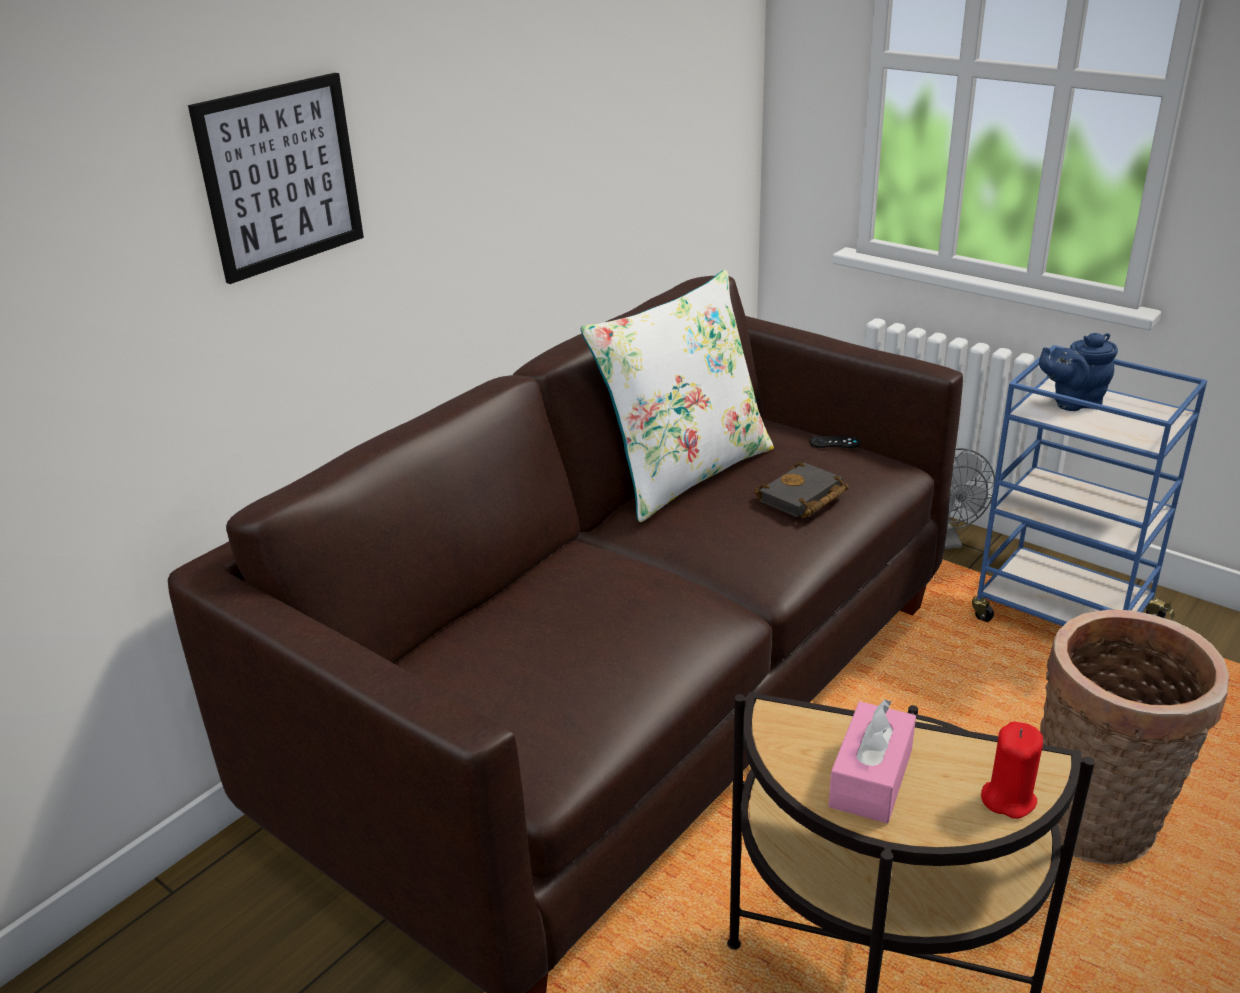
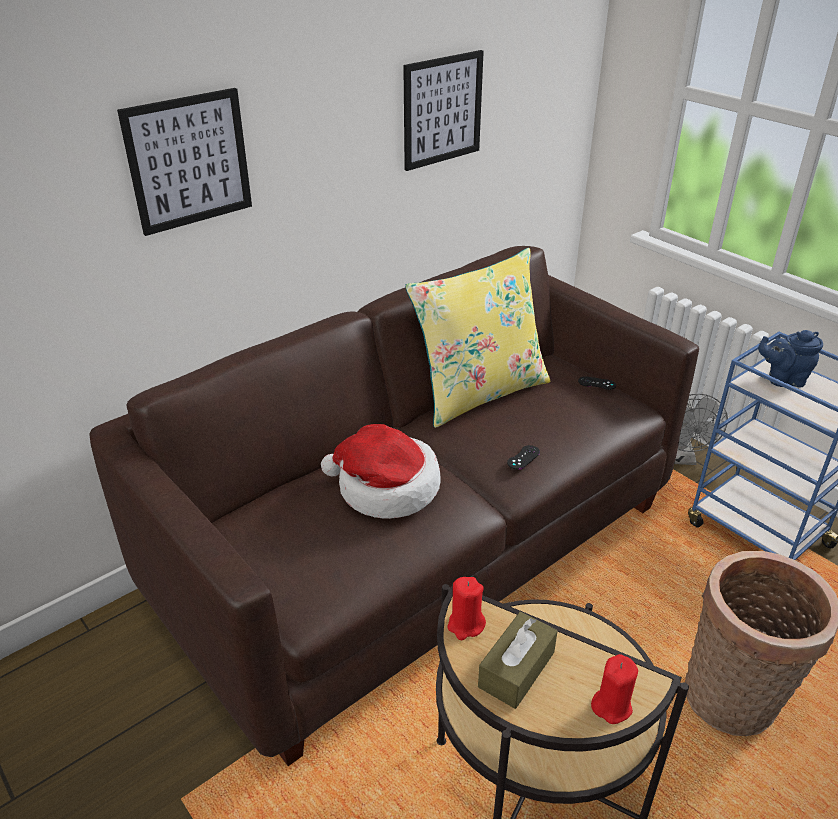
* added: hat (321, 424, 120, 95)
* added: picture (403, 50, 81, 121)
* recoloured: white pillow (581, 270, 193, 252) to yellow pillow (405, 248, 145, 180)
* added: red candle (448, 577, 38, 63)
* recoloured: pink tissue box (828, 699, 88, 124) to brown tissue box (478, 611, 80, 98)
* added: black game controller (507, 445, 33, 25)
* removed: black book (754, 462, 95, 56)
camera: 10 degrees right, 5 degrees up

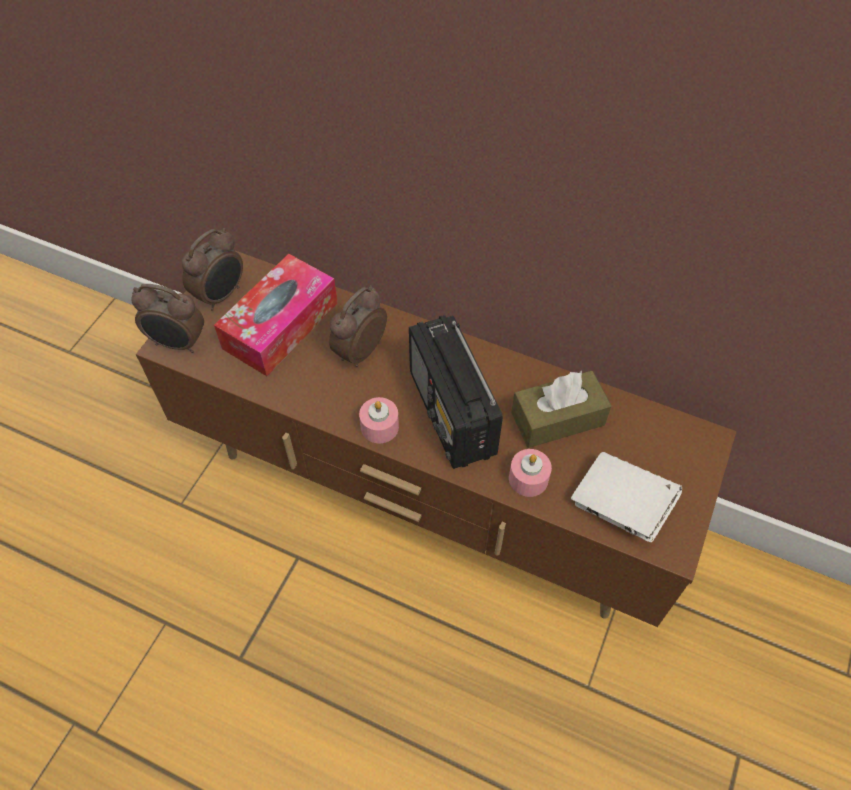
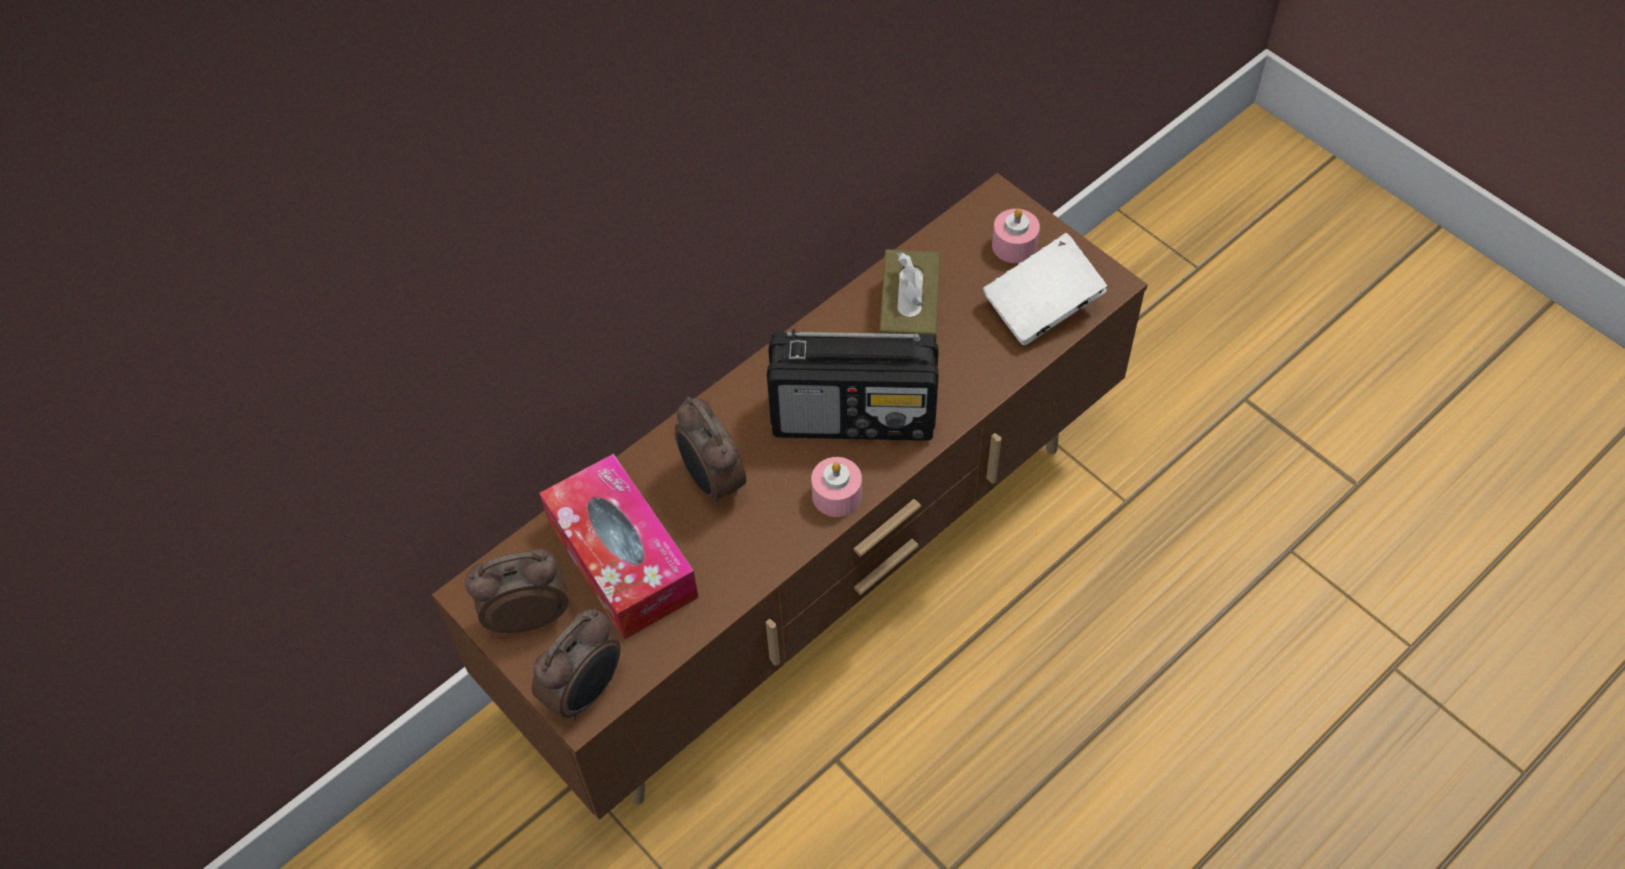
* turned: alarm clock (182, 228, 61, 82) = (465, 549, 104, 86) 75 degrees counterclockwise
* moved: pink candle (509, 449, 43, 48) to (992, 209, 48, 54)
camera: 65 degrees left, 0 degrees up

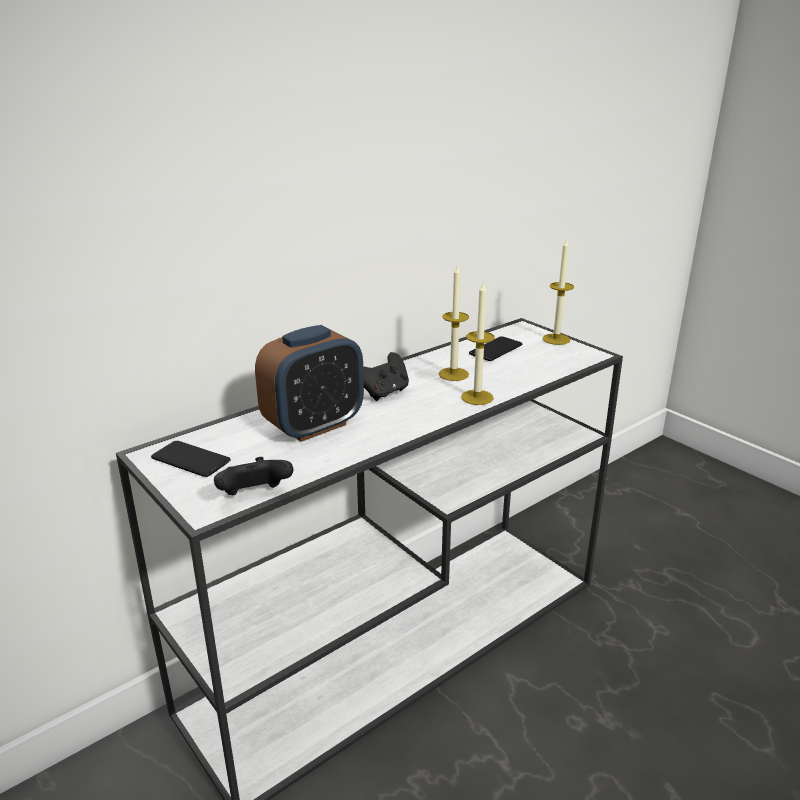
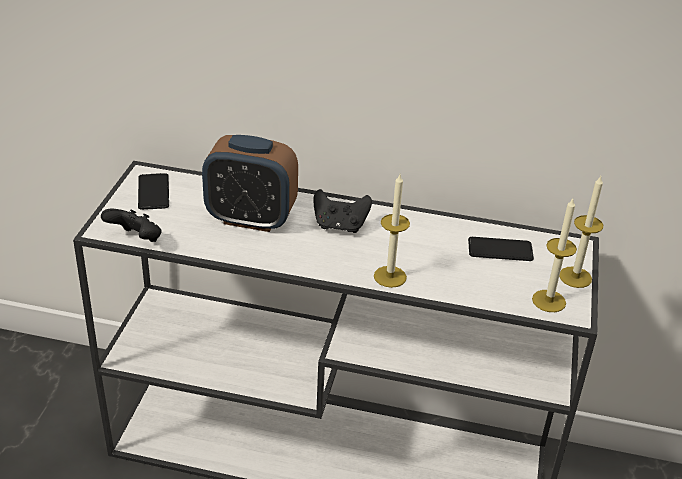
* moved: candle (439, 264, 30, 117) to (532, 199, 45, 113)
camera: 50 degrees right, 10 degrees up

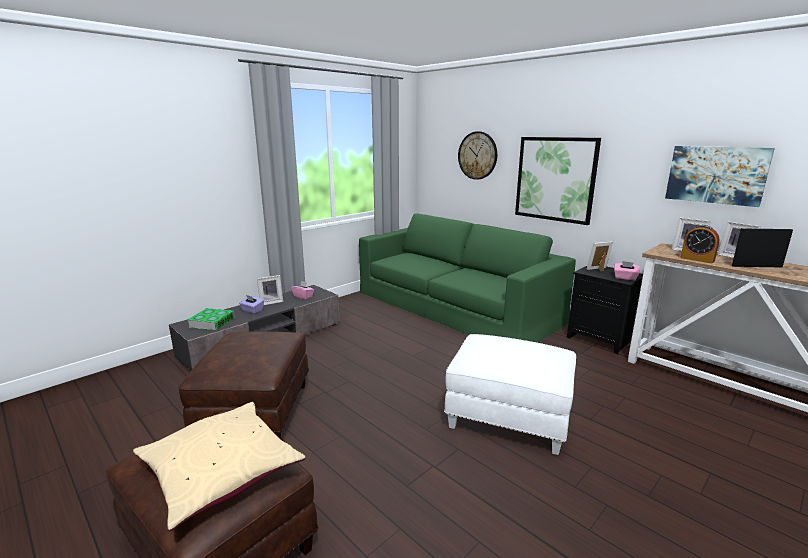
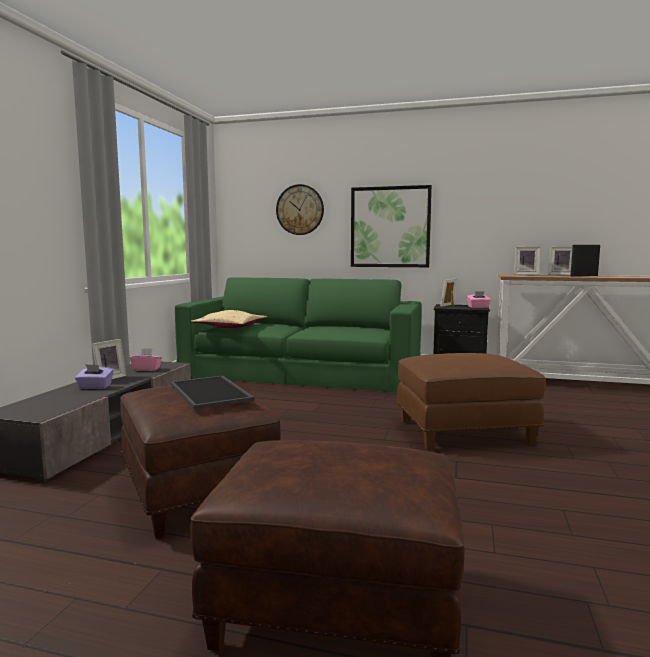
* added: tray (171, 376, 83, 33)
* moved: beige pillow (133, 402, 172, 129) to (191, 310, 76, 18)
* recoloured: white ottoman (444, 334, 132, 121) to brown ottoman (397, 353, 149, 97)
* removed: book (188, 308, 47, 22)
* removed: picture (665, 146, 110, 61)
* removed: alarm clock (680, 225, 39, 39)
camera: 30 degrees left, 10 degrees down

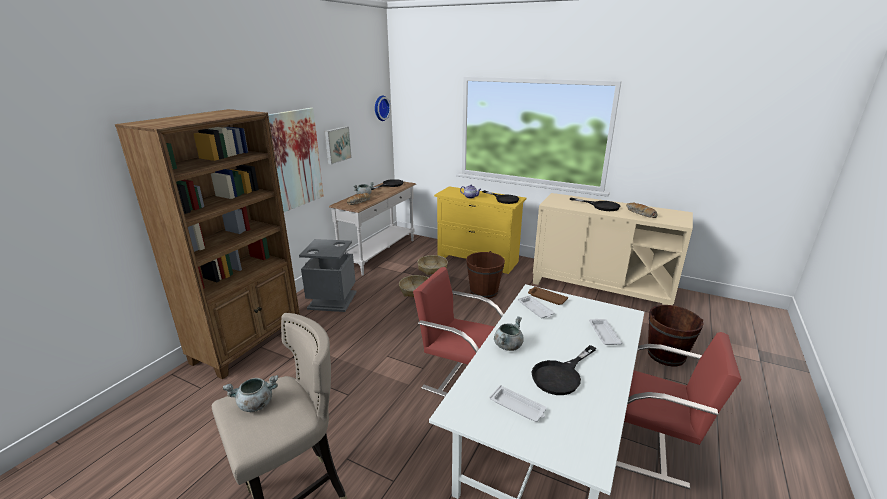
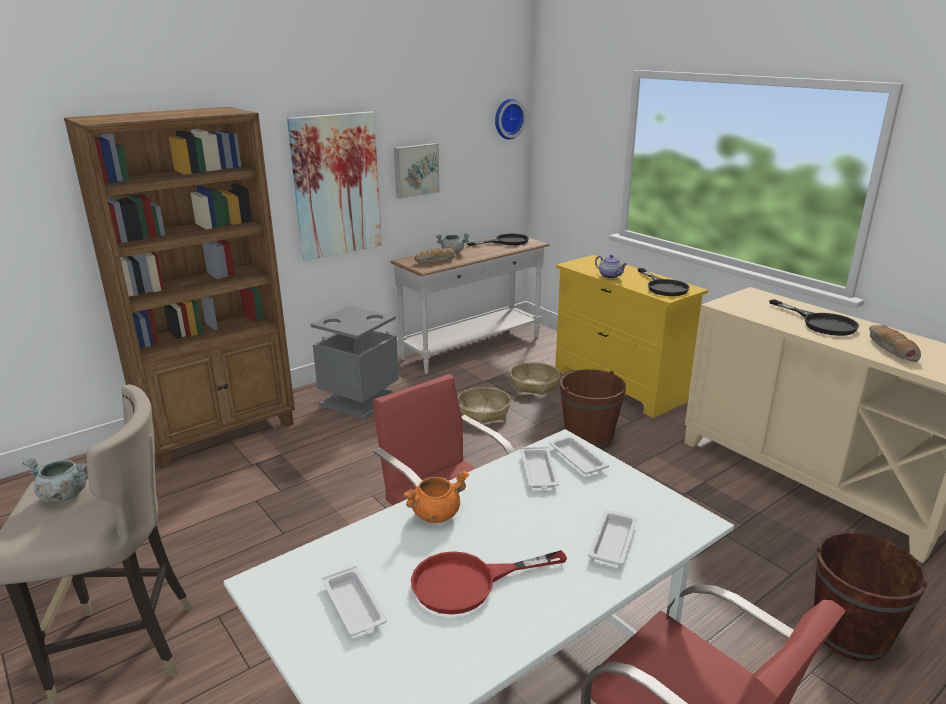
* recoloured: grey cooking pot (494, 316, 30, 35) to orange cooking pot (403, 471, 66, 52)
* recoloured: black frying pan (531, 345, 65, 50) to red frying pan (411, 550, 156, 65)
* recoloured: brown tray (528, 287, 40, 18) to white tray (549, 436, 60, 38)
camera: 25 degrees right, 0 degrees up

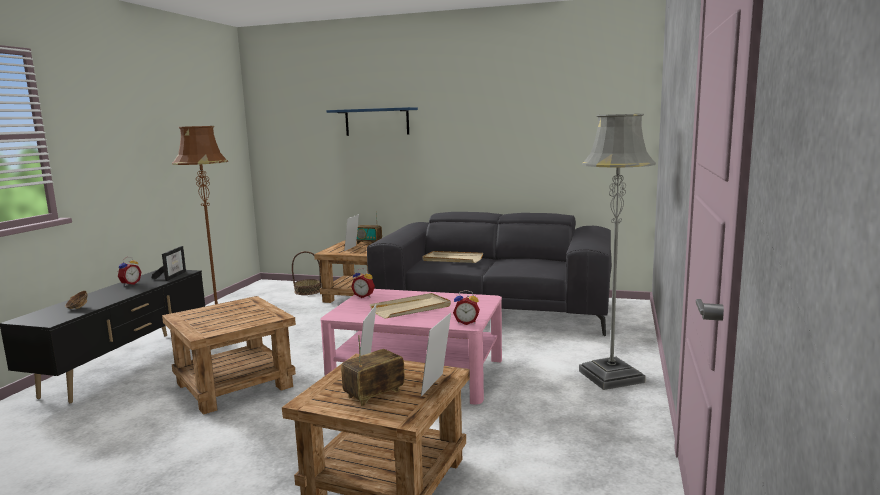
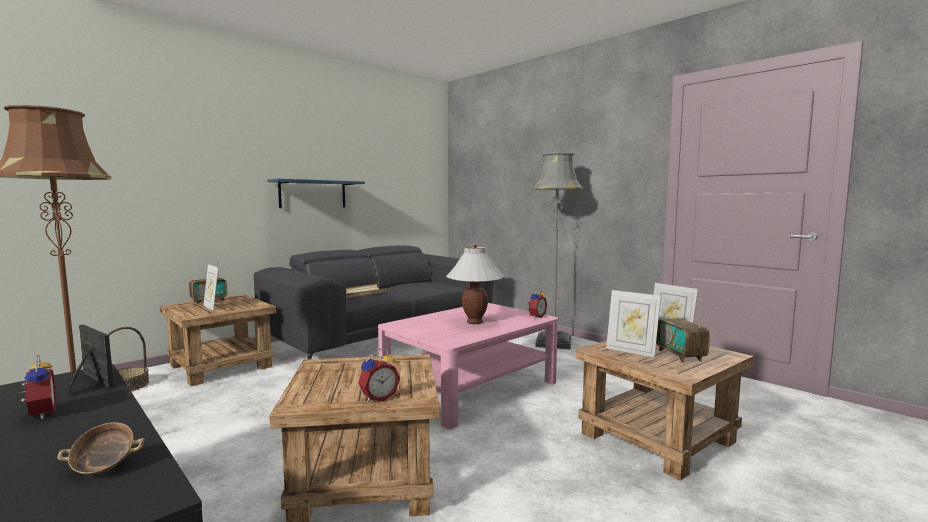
* moved: blue shelf (326, 107, 92, 29) to (267, 179, 98, 29)
* moved: alarm clock (351, 268, 24, 30) to (358, 349, 42, 53)
* replaced: beige tray (370, 293, 81, 26) to white table lamp (446, 245, 58, 79)
camera: 60 degrees left, 5 degrees down

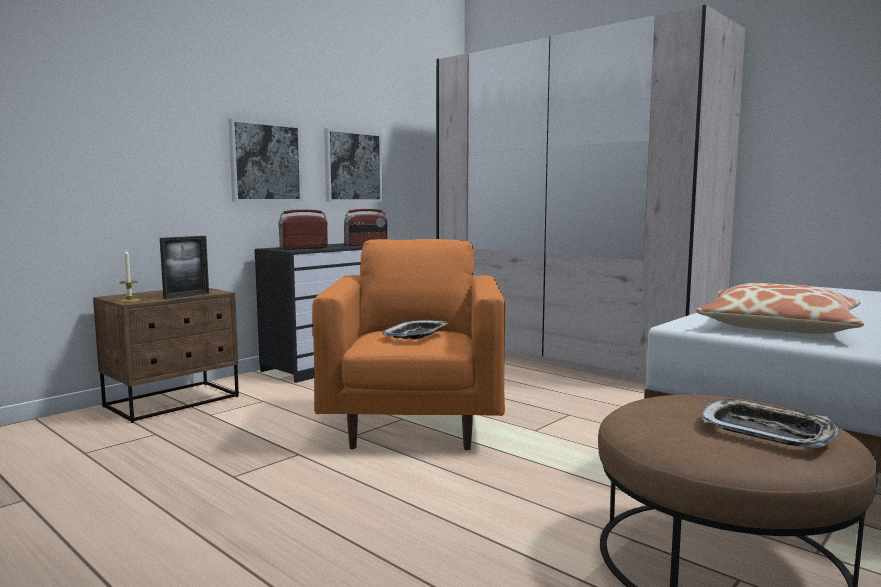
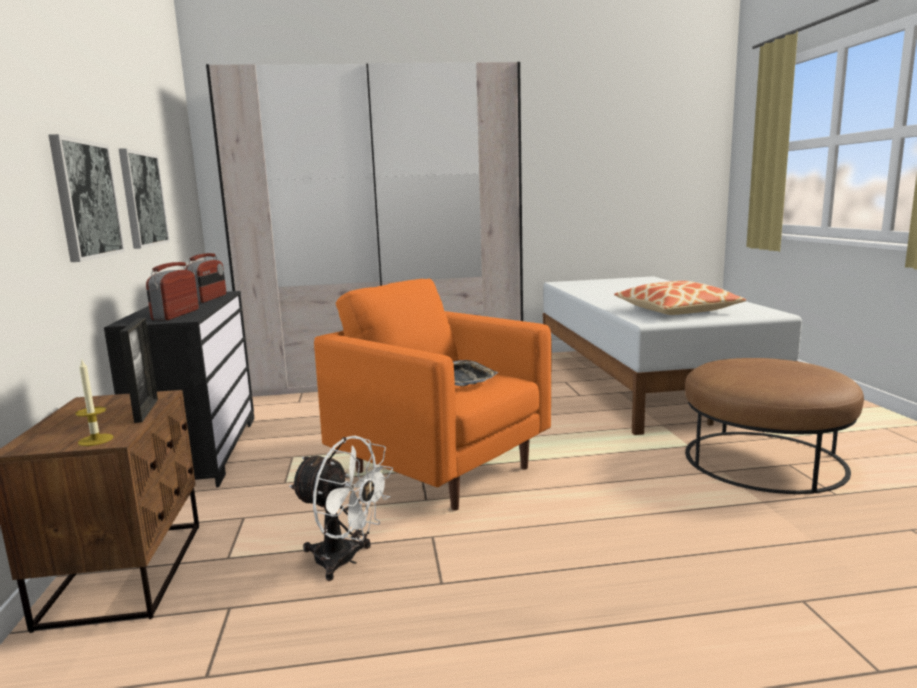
* added: white fan (289, 436, 104, 145)
* removed: tray (702, 399, 136, 49)
camera: 50 degrees left, 5 degrees up

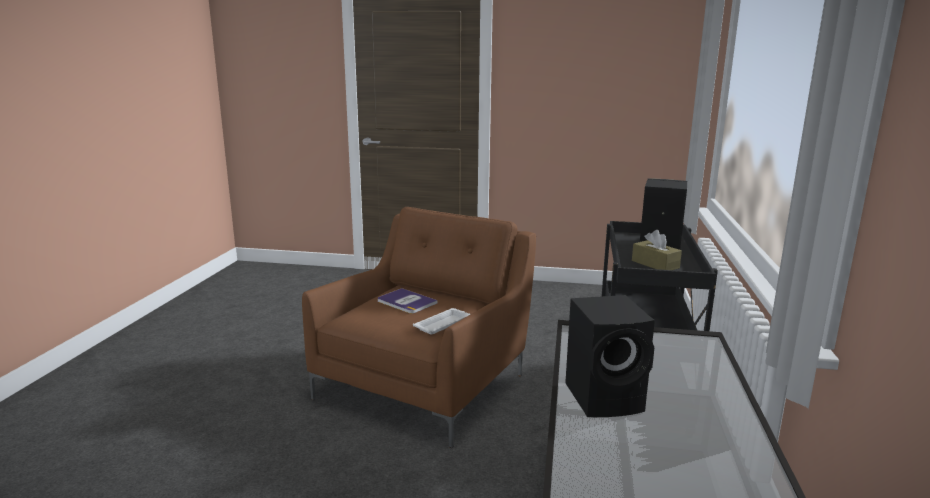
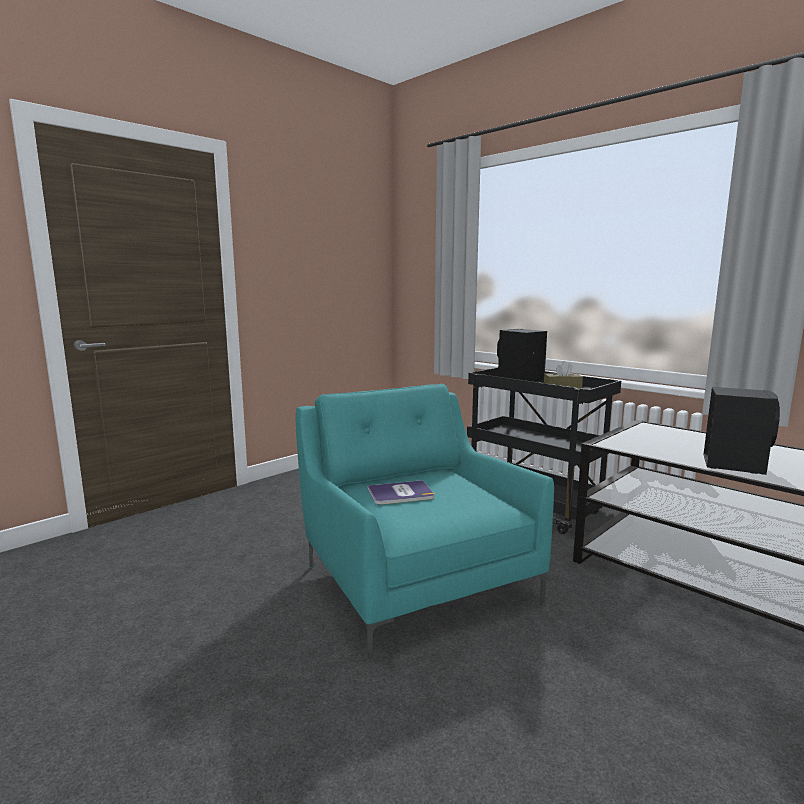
* recoloured: brown armchair (302, 207, 234, 241) to turquoise armchair (296, 384, 258, 278)
* removed: white tray (413, 308, 57, 26)
camera: 55 degrees left, 5 degrees down

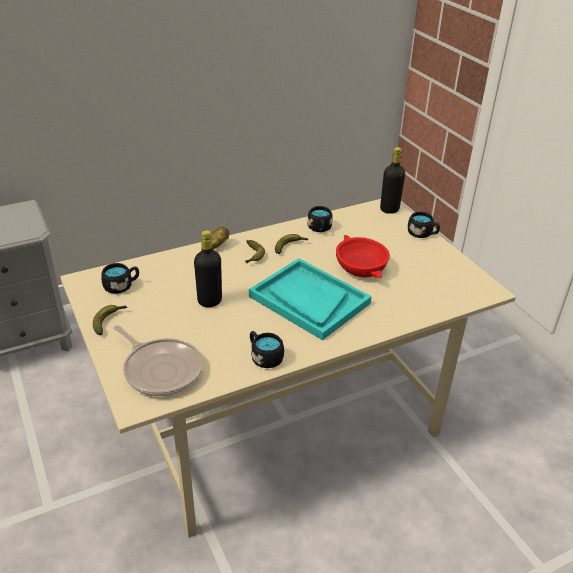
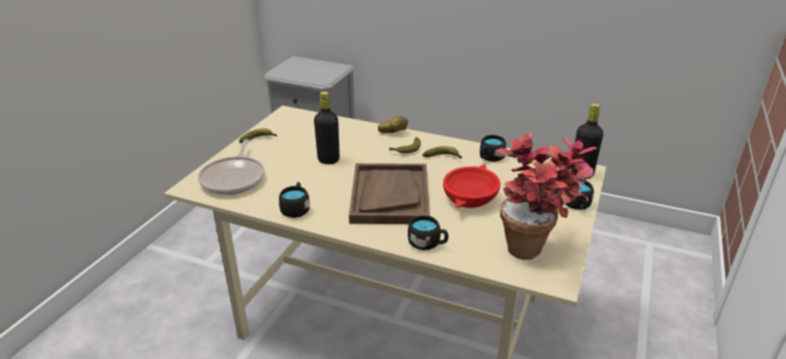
* recoloured: turquoise tray (249, 258, 123, 82) to brown tray (349, 163, 81, 61)
* moved: black mug (101, 263, 38, 31) to (408, 215, 40, 35)
* added: potted plant (497, 132, 100, 128)
camera: 50 degrees right, 5 degrees down

